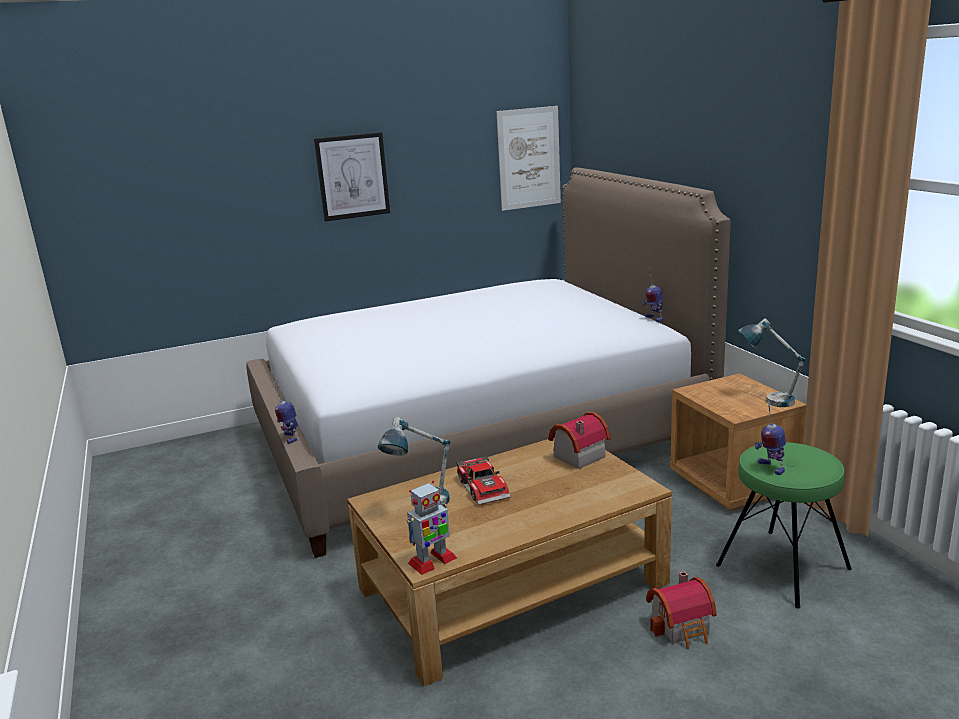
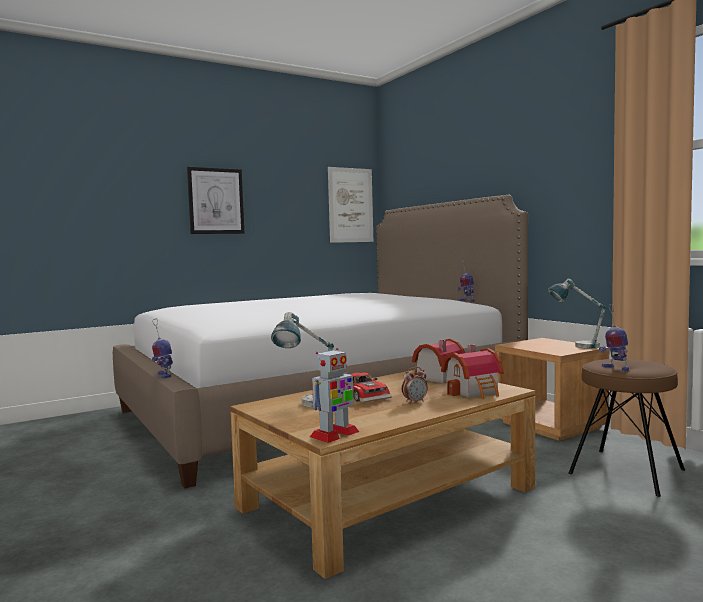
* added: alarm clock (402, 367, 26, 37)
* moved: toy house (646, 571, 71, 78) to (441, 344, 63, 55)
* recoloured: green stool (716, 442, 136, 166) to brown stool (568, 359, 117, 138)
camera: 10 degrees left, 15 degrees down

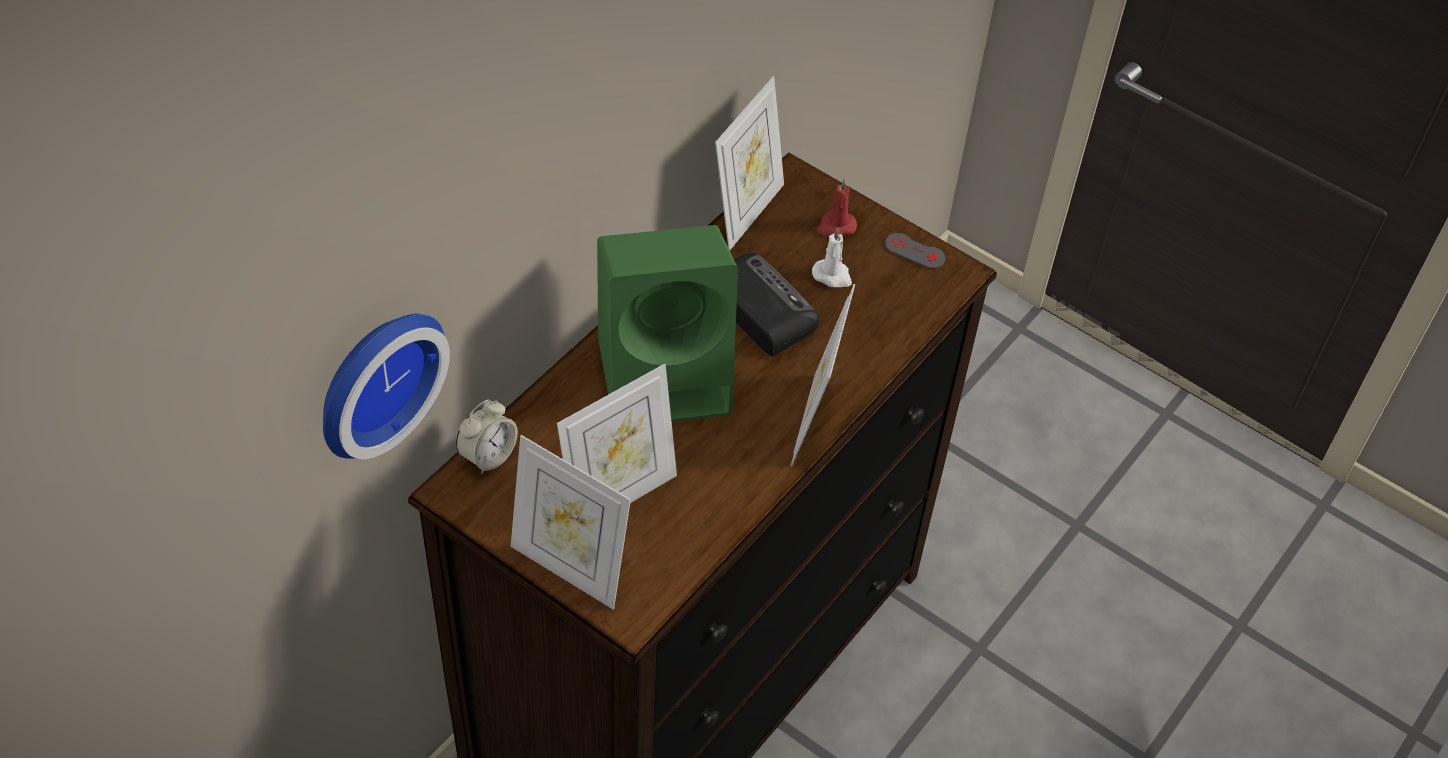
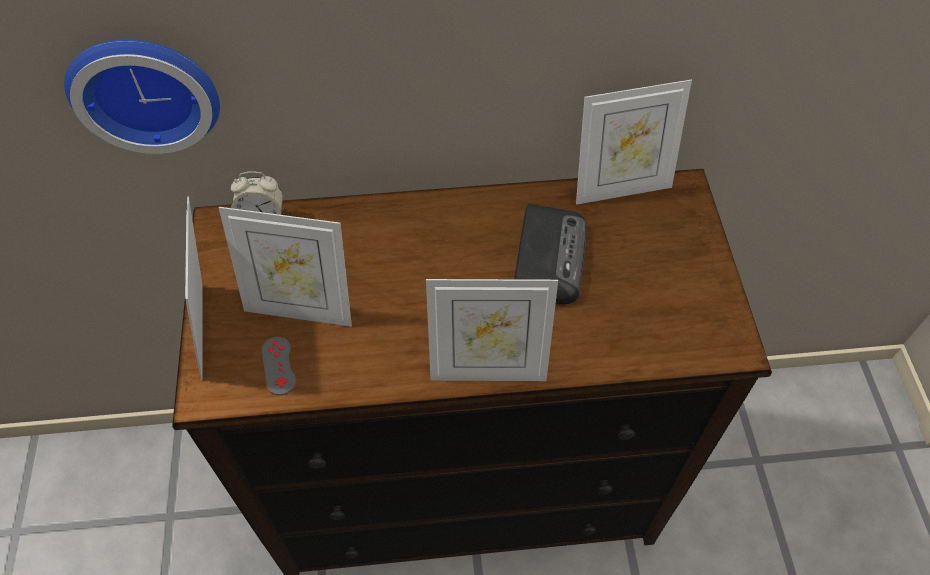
* moved: grey game controller (885, 233, 60, 36) to (262, 337, 34, 58)
* turned: picture frame (791, 284, 64, 182) = (426, 279, 132, 102) 150 degrees counterclockwise
* removed: green speaker (597, 225, 141, 197)
* removed: white candle (812, 228, 40, 59)
* removed: red candle (817, 179, 40, 58)
camera: 50 degrees right, 5 degrees up

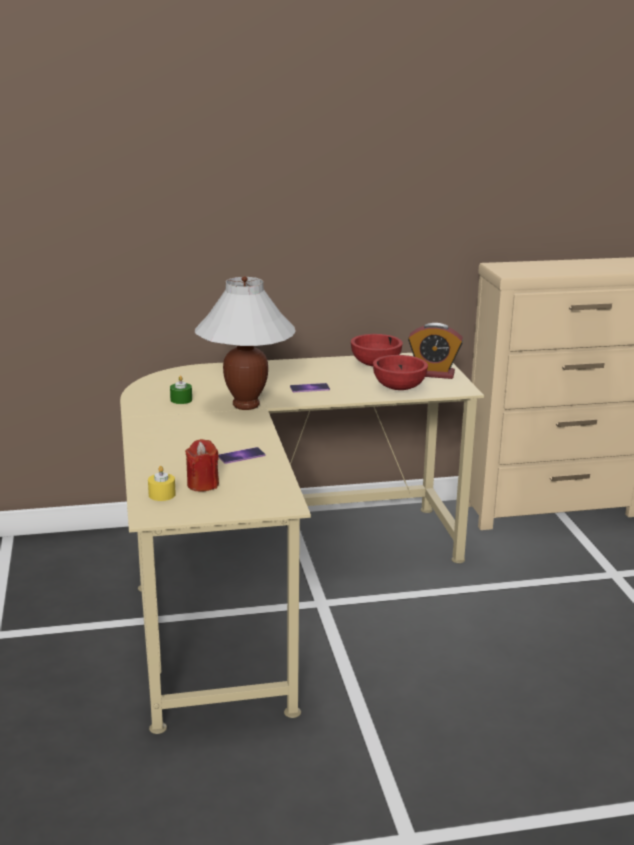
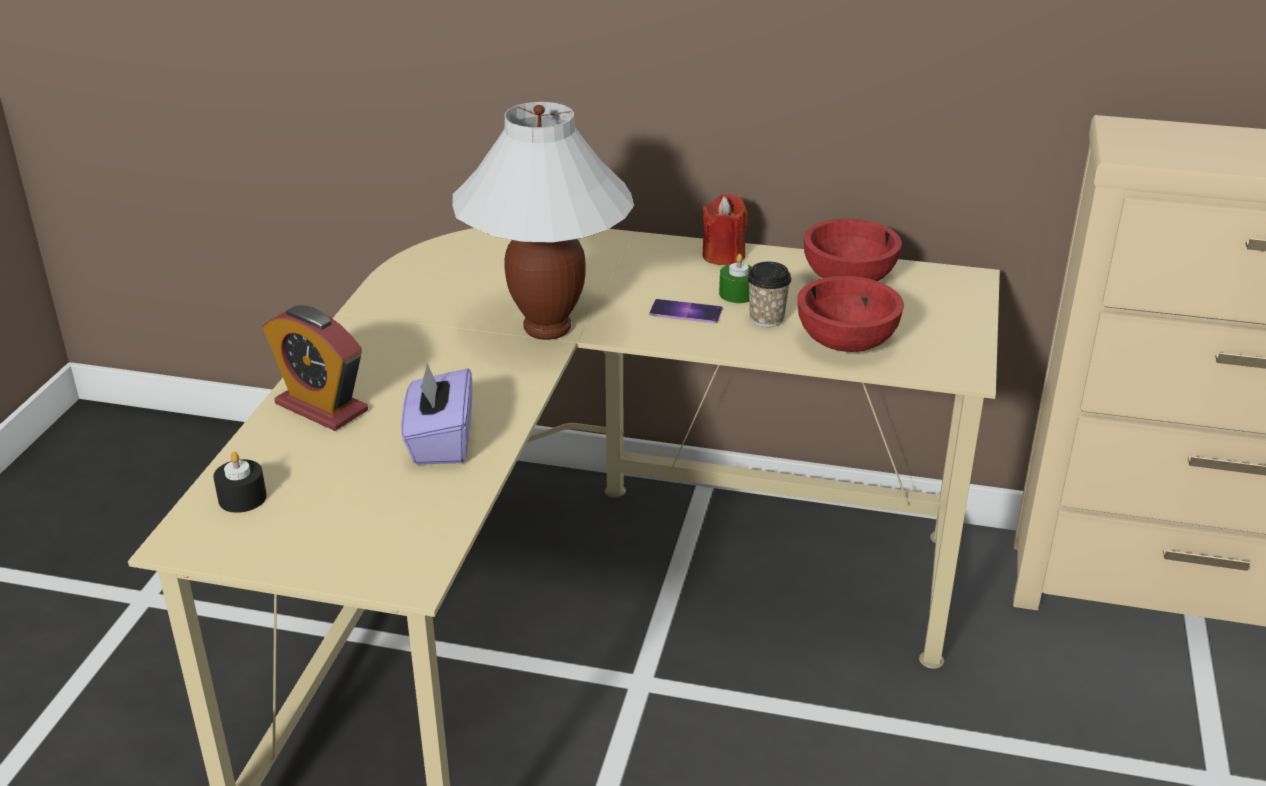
* recoloured: yellow candle (148, 466, 28, 35) to black candle (213, 452, 54, 61)
* moved: alarm clock (408, 323, 55, 56) to (263, 305, 105, 126)
* replaced: phone (218, 447, 47, 17) to purple tissue box (401, 363, 71, 101)
* moved: red candle (185, 439, 34, 52) to (702, 194, 46, 71)
* moved: green candle (170, 376, 22, 28) to (719, 254, 33, 49)
* added: cup (747, 262, 45, 65)
camera: 25 degrees right, 10 degrees up

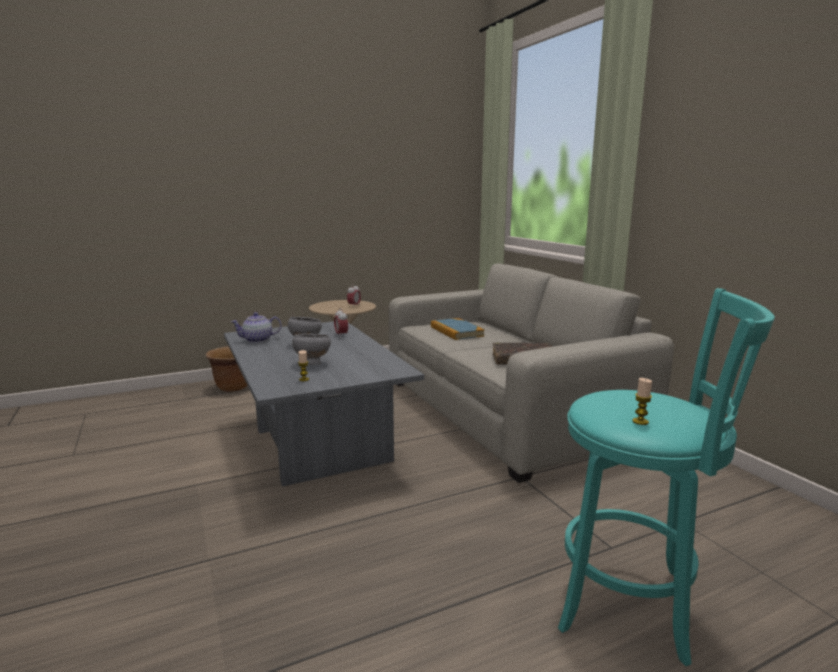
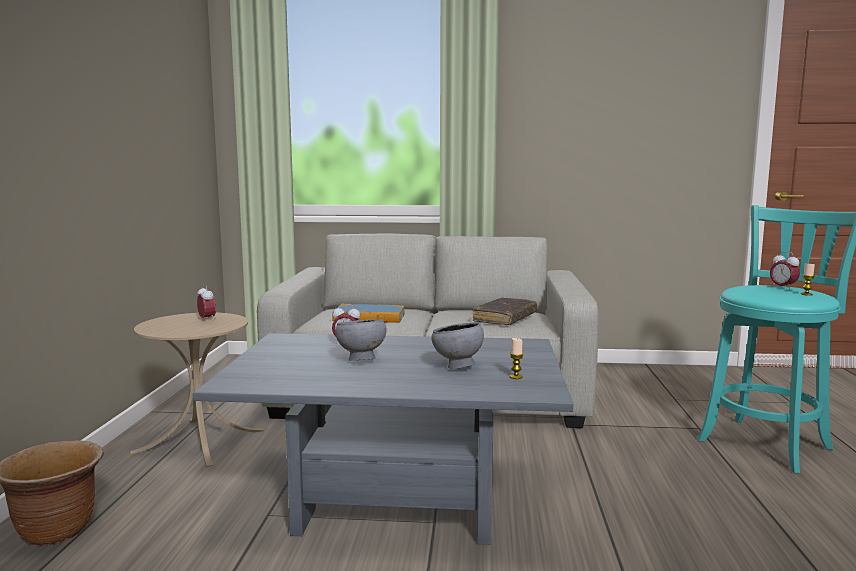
* added: alarm clock (770, 251, 30, 39)
* removed: teapot (231, 312, 51, 31)
camera: 60 degrees left, 5 degrees down

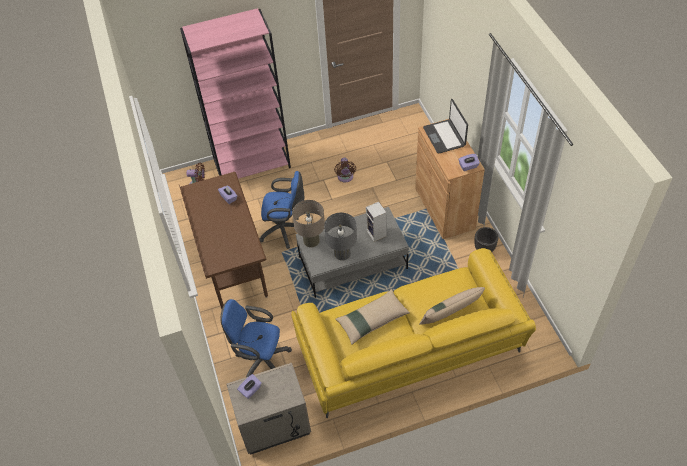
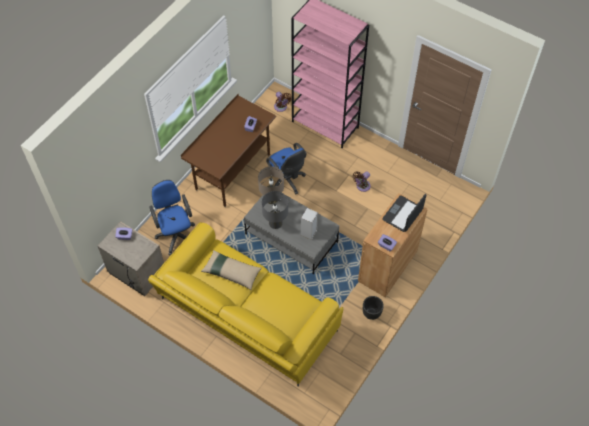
* removed: beige pillow (419, 287, 66, 38)
camera: 50 degrees right, 5 degrees up

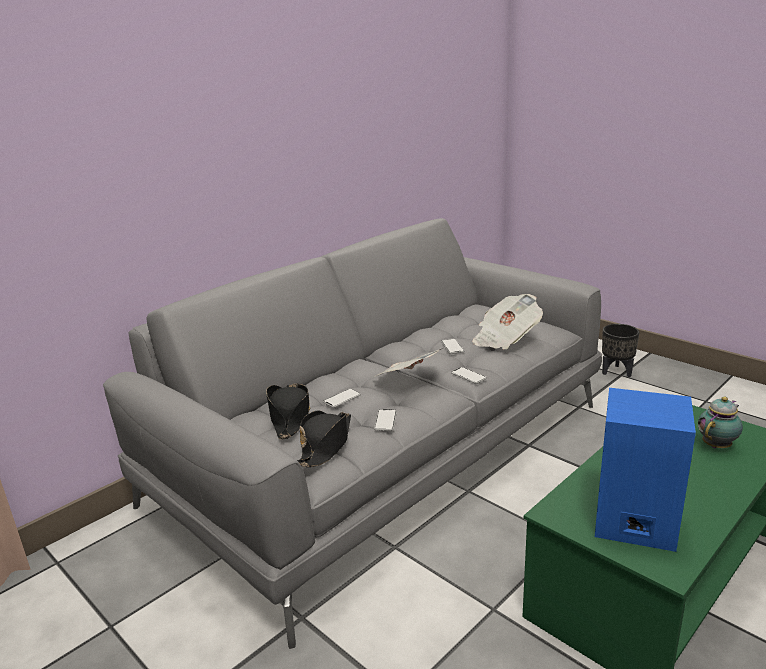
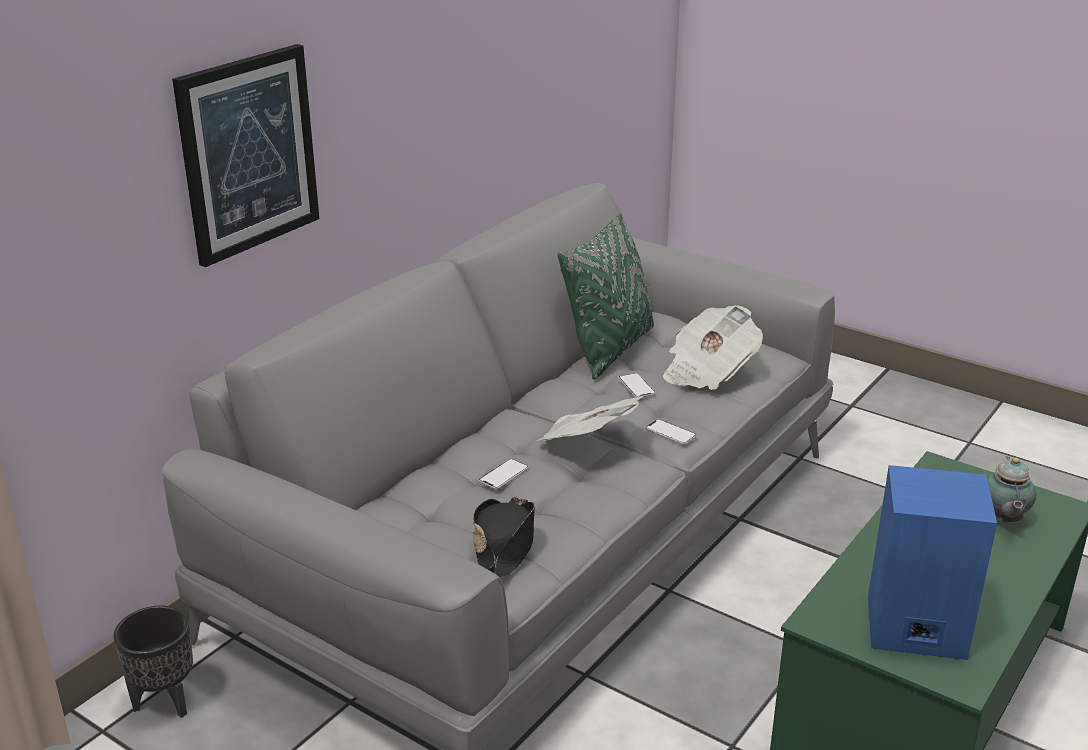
* moved: black planter (602, 324, 37, 53) to (113, 606, 80, 112)
* added: picture (172, 44, 147, 223)
* added: green pillow (558, 213, 96, 167)
* turned: teapot (698, 397, 45, 51) = (987, 456, 49, 66) 150 degrees clockwise
* removed: black hat (266, 383, 44, 56)
* removed: phone (374, 409, 23, 22)
camera: 10 degrees left, 5 degrees up

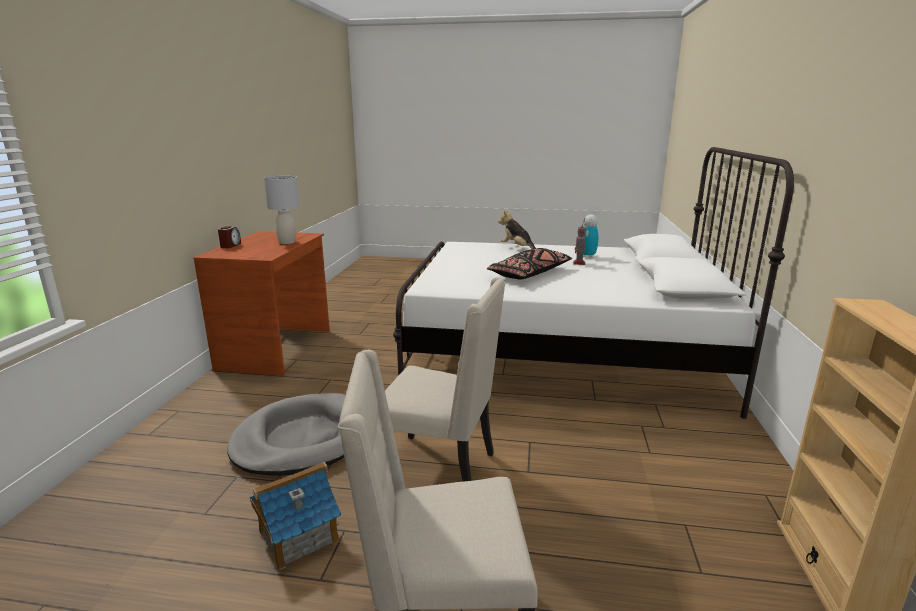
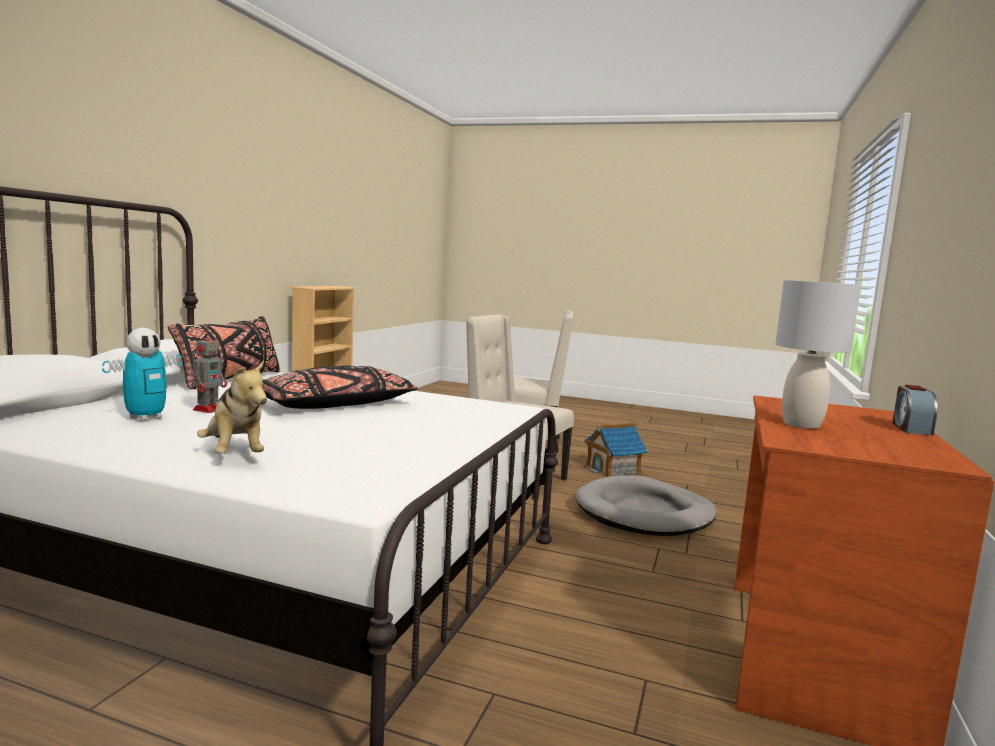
* added: black pillow (168, 316, 112, 73)
camera: 170 degrees left, 10 degrees down

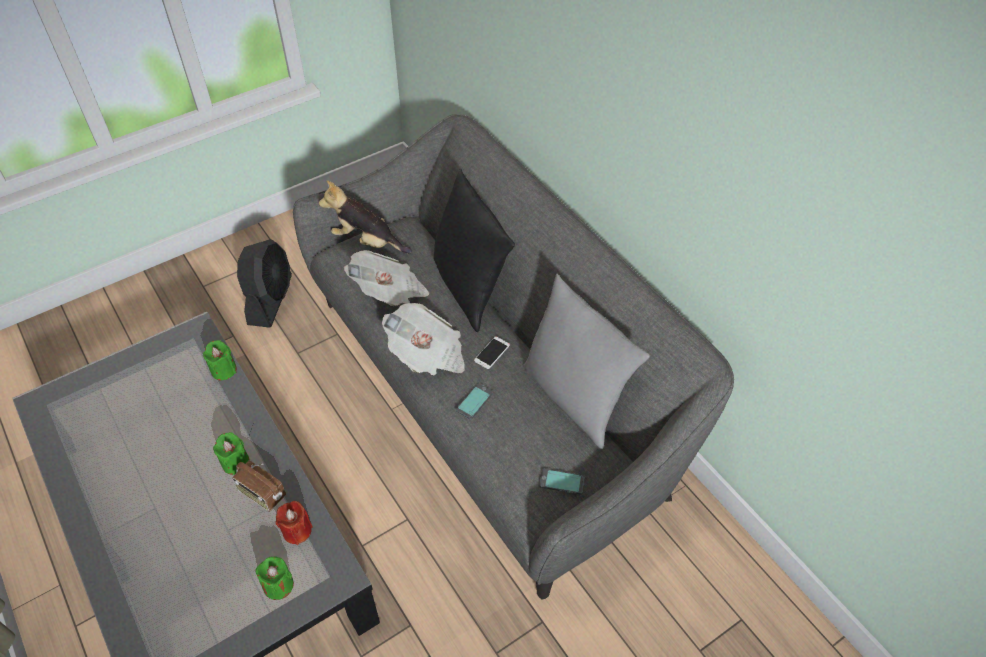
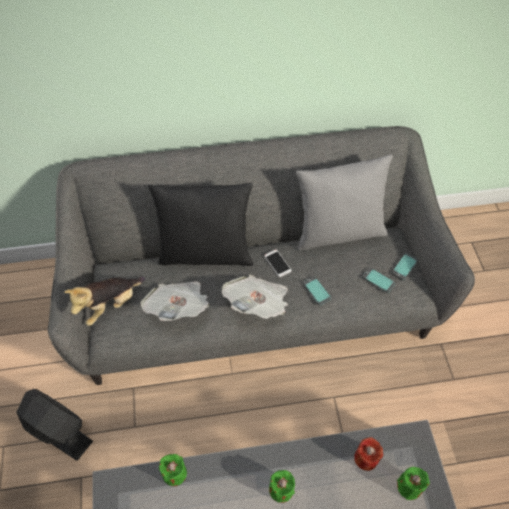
* added: phone (362, 267, 33, 26)
* removed: radio (232, 461, 54, 51)
camera: 65 degrees left, 5 degrees up

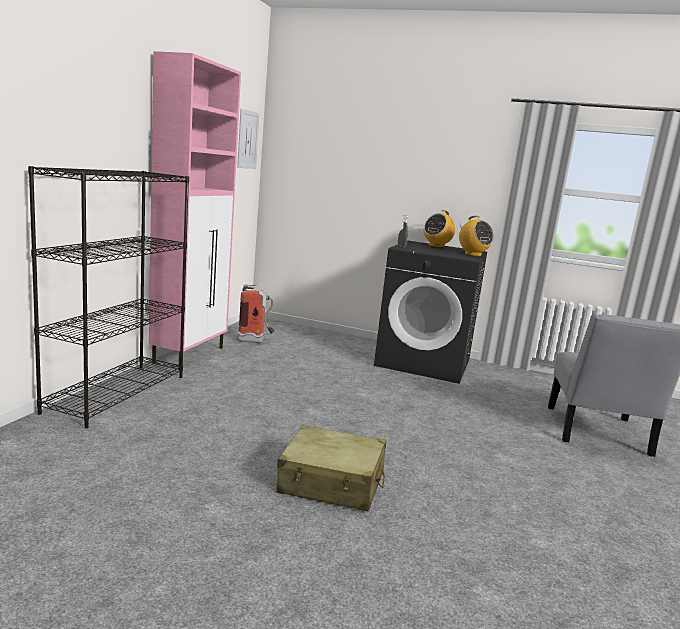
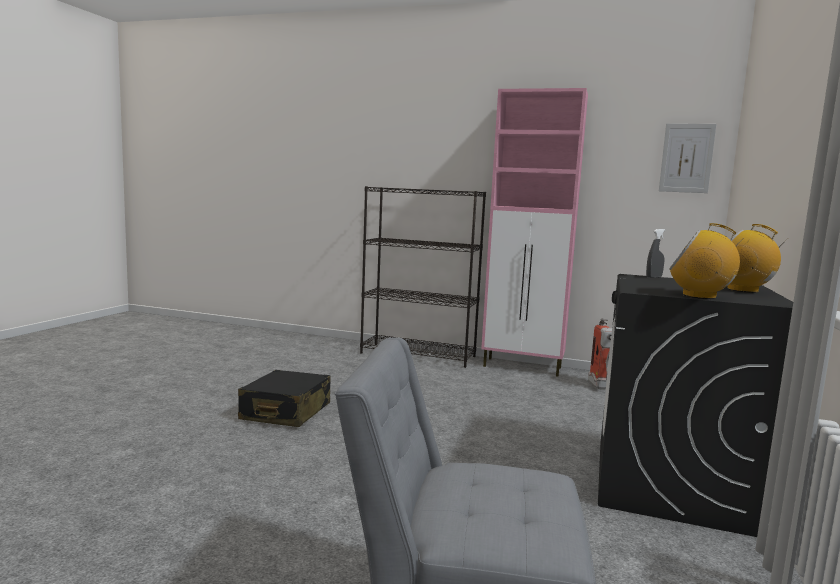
* recoloured: beige suitcase (277, 425, 109, 87) to black suitcase (238, 370, 93, 57)
* turned: radio (459, 216, 35, 40) = (669, 223, 75, 76) 60 degrees clockwise
camera: 90 degrees right, 5 degrees down

